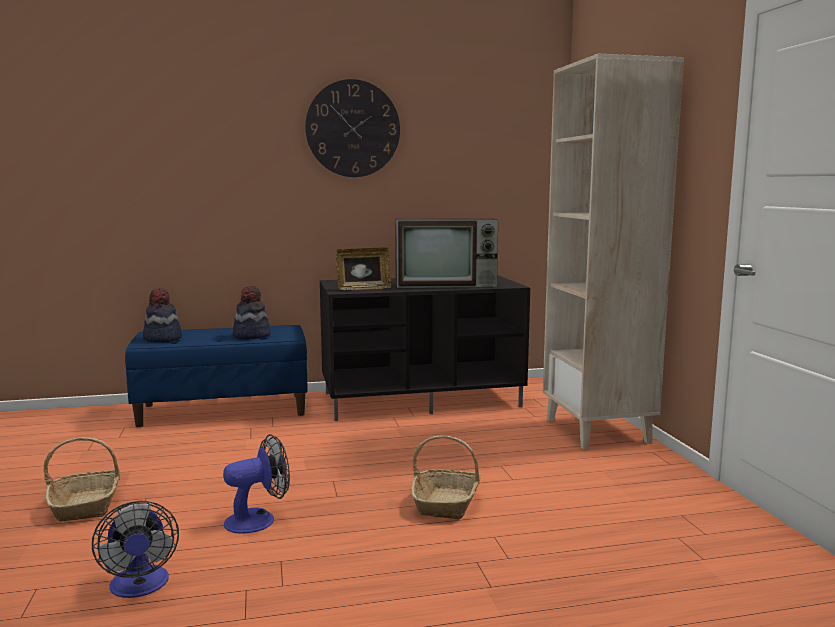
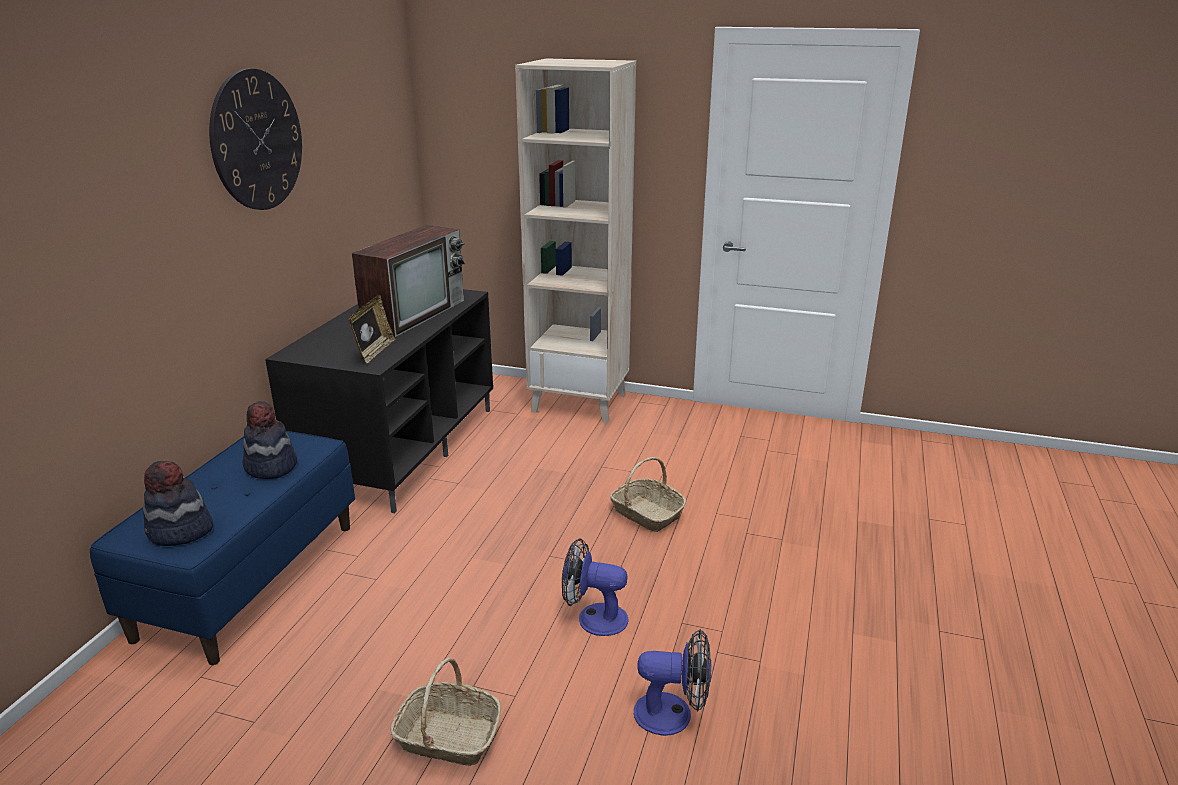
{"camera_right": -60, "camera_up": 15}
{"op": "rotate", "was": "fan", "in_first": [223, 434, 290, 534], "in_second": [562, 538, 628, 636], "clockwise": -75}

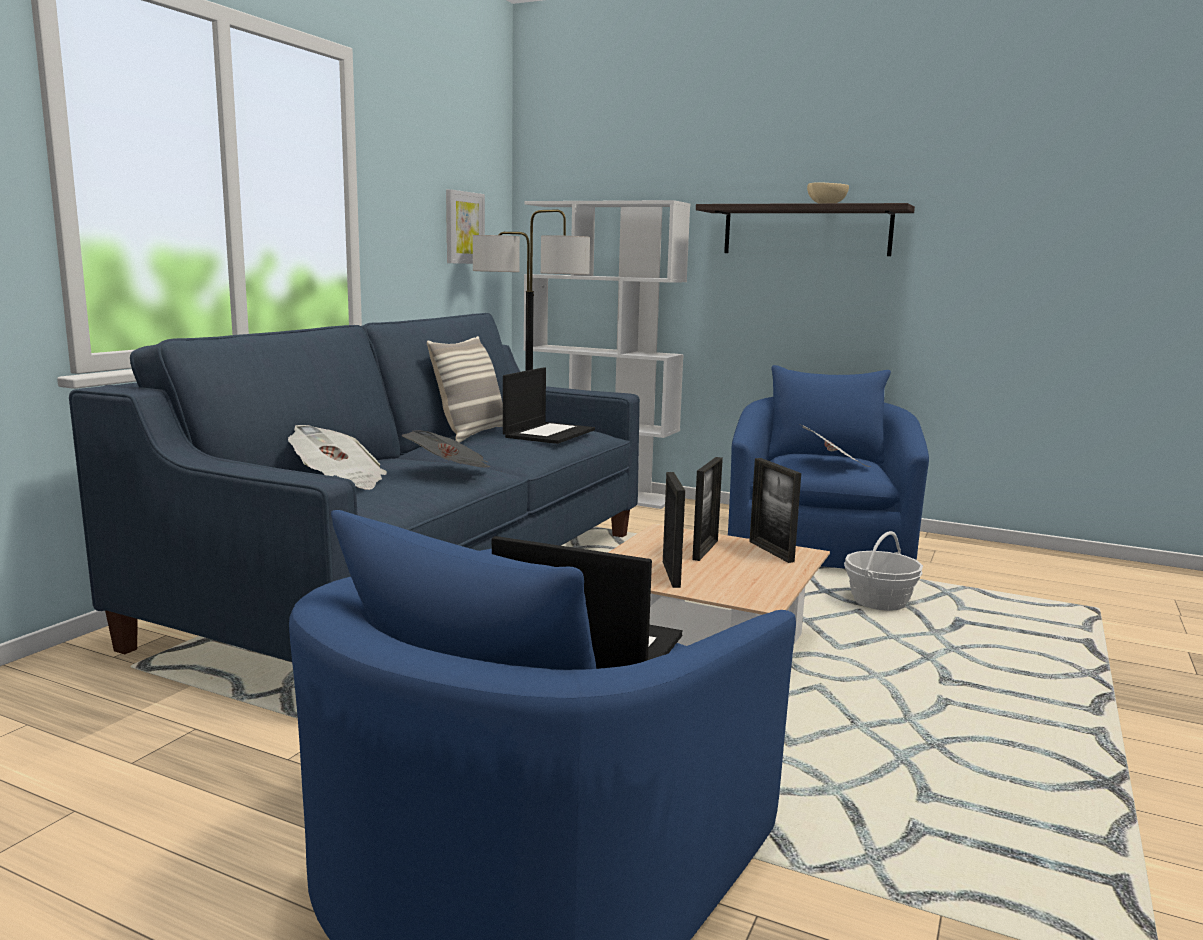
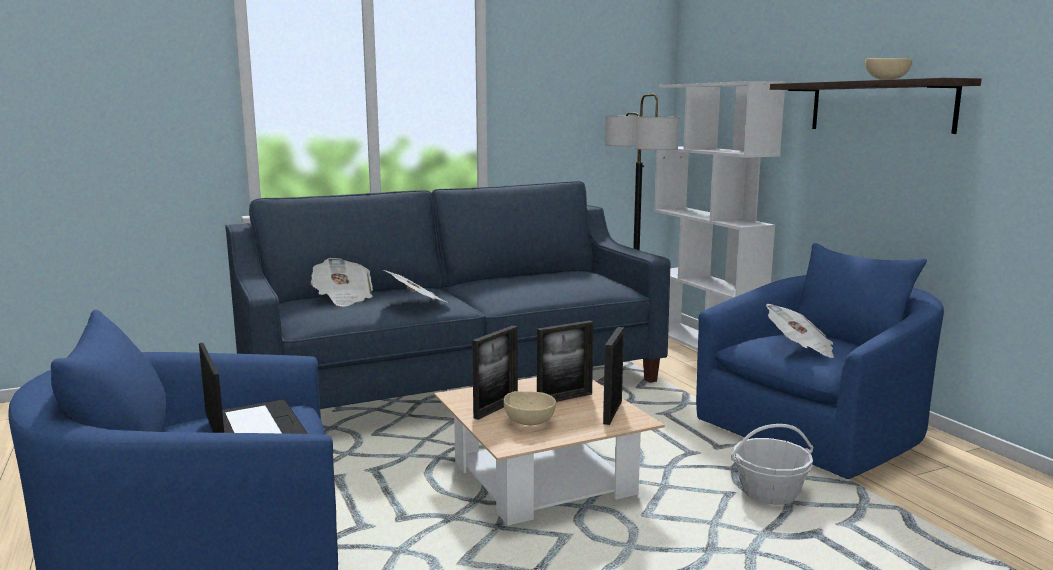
{"camera_right": 40, "camera_up": 0}
{"op": "delete", "was": "picture", "in_first": [446, 189, 485, 264]}
{"op": "delete", "was": "pillow", "in_first": [427, 336, 503, 443]}
{"op": "delete", "was": "laptop", "in_first": [503, 367, 595, 444]}
{"op": "insert", "now": "beige_bowl", "in_second": [504, 391, 556, 425]}

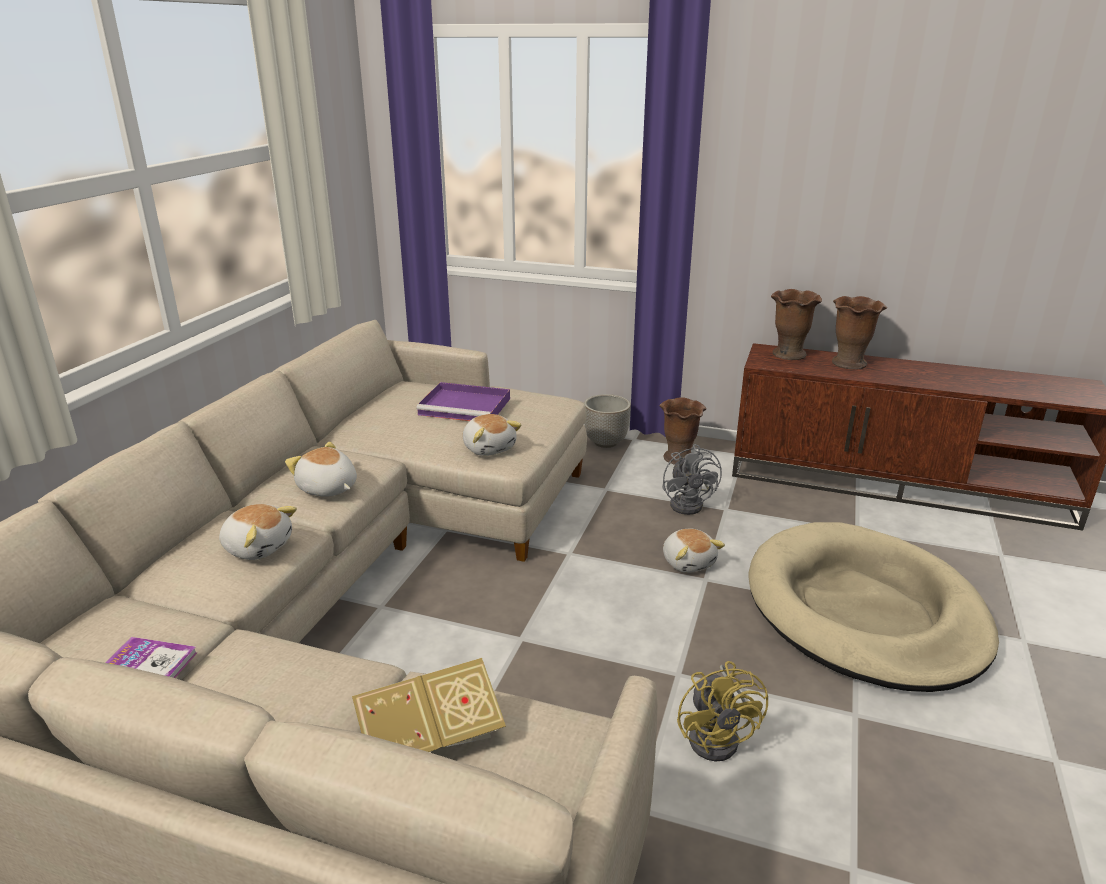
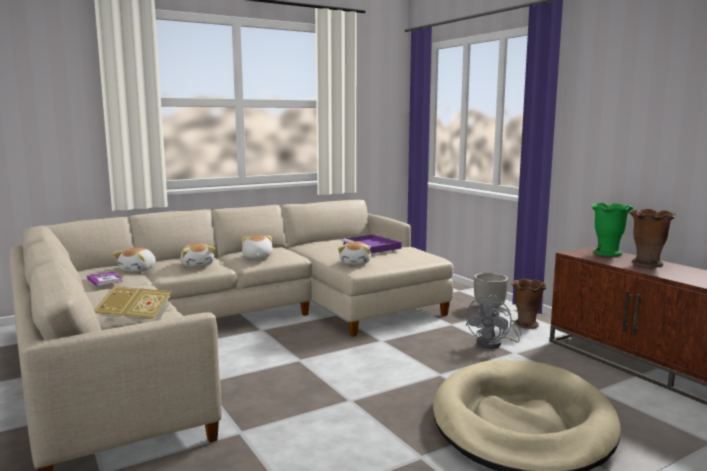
{"camera_right": 40, "camera_up": -15}
{"op": "recolor", "was": "brown_vase", "now": "green_vase", "in_first": [771, 289, 822, 360], "in_second": [591, 202, 633, 256]}
{"op": "move", "was": "plush_toy", "in_first": [663, 528, 725, 573], "in_second": [113, 247, 156, 272]}
{"op": "delete", "was": "yellow_fan", "in_first": [677, 661, 768, 761]}

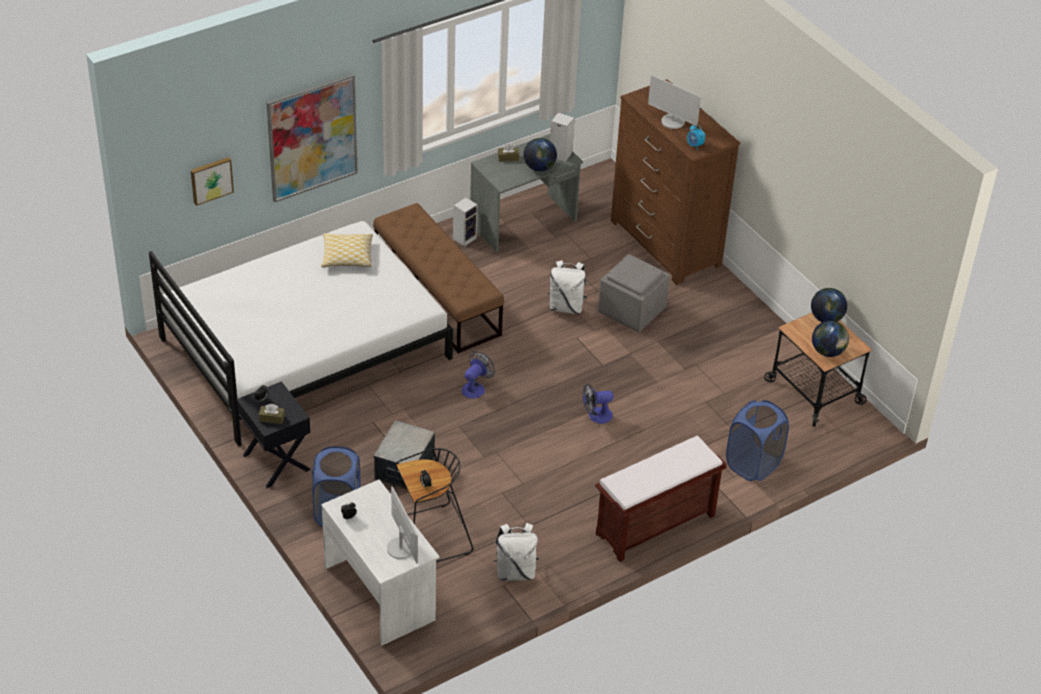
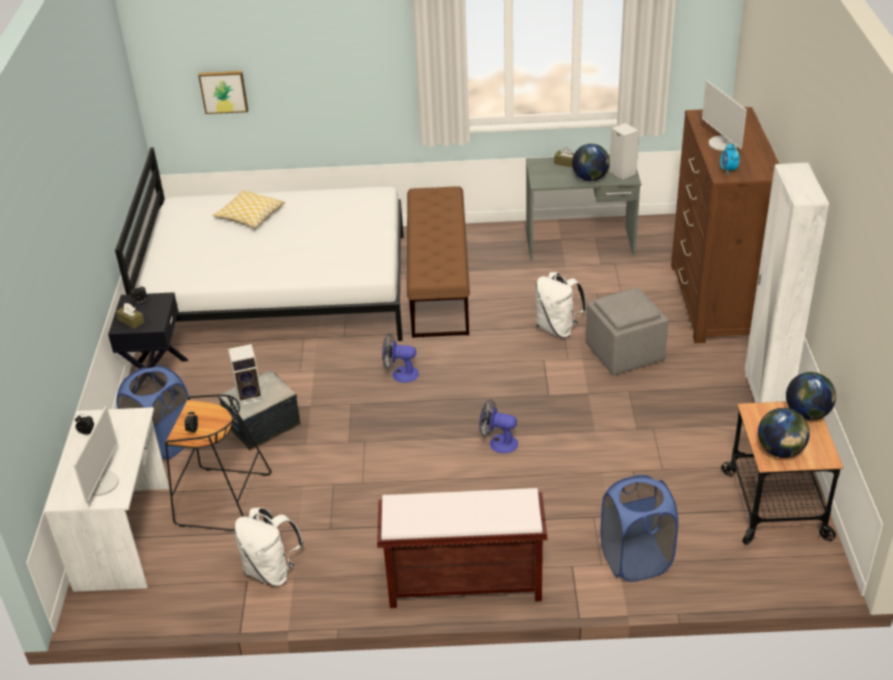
{"camera_right": 35, "camera_up": -5}
{"op": "delete", "was": "picture", "in_first": [266, 74, 358, 203]}
{"op": "move", "was": "speaker", "in_first": [453, 197, 478, 246], "in_second": [228, 344, 263, 406]}
{"op": "move", "was": "pillow", "in_first": [321, 234, 373, 267], "in_second": [213, 190, 285, 229]}
{"op": "rotate", "was": "fan", "in_first": [462, 351, 495, 399], "in_second": [382, 333, 419, 383], "clockwise": -150}
{"op": "insert", "now": "white_wardrobe", "in_second": [745, 163, 829, 403]}

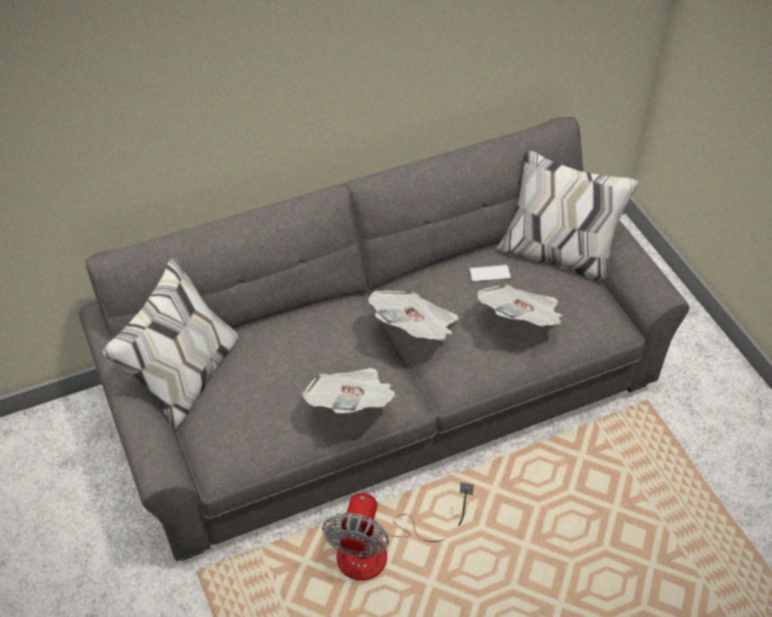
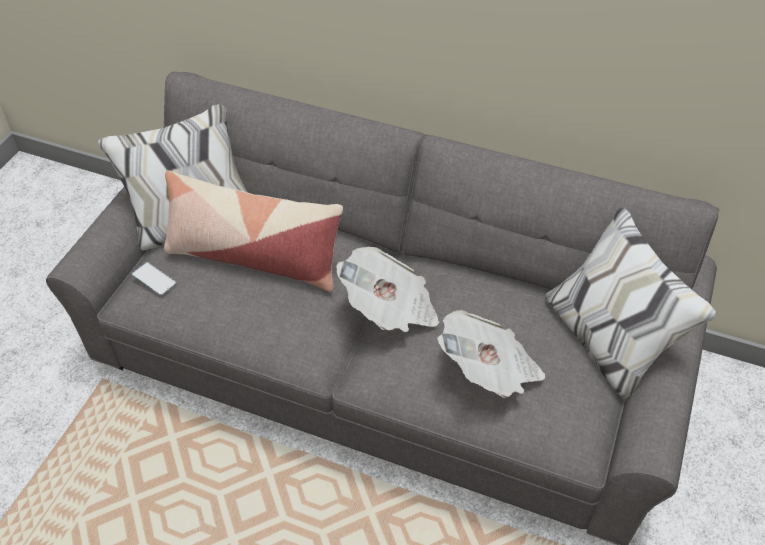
{"camera_right": 45, "camera_up": 0}
{"op": "move", "was": "phone", "in_first": [469, 265, 511, 282], "in_second": [131, 262, 176, 295]}
{"op": "delete", "was": "newspaper", "in_first": [302, 368, 397, 413]}
{"op": "delete", "was": "fan", "in_first": [322, 482, 474, 581]}
{"op": "insert", "now": "pillow", "in_second": [164, 170, 343, 292]}

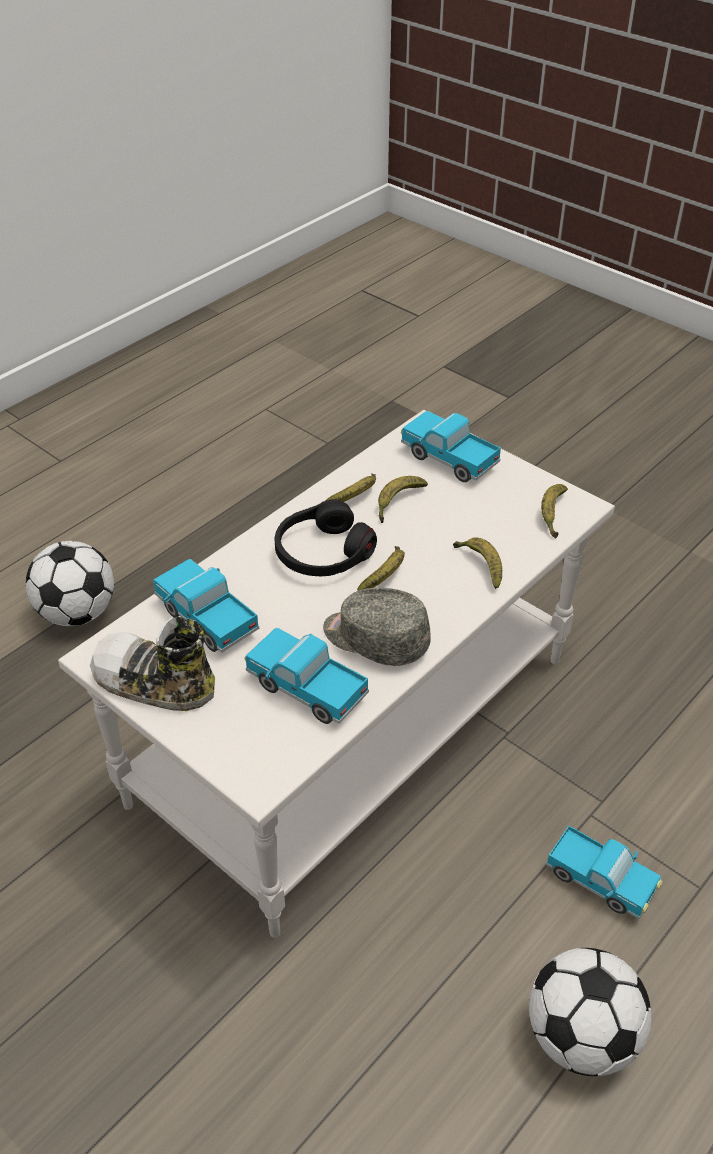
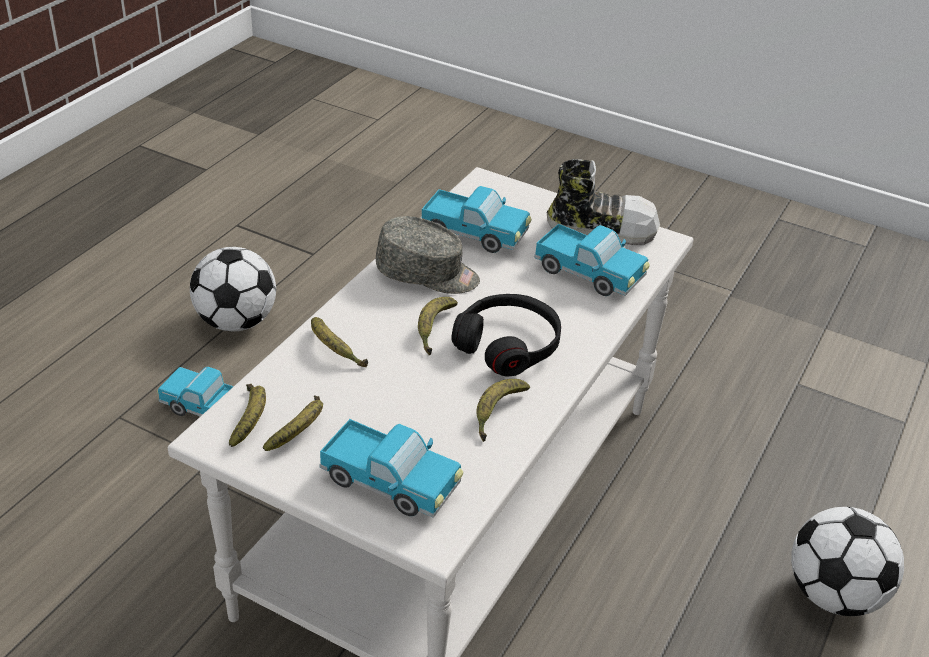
{"camera_right": 165, "camera_up": -5}
{"op": "move", "was": "banana", "in_first": [378, 476, 428, 523], "in_second": [263, 395, 323, 451]}

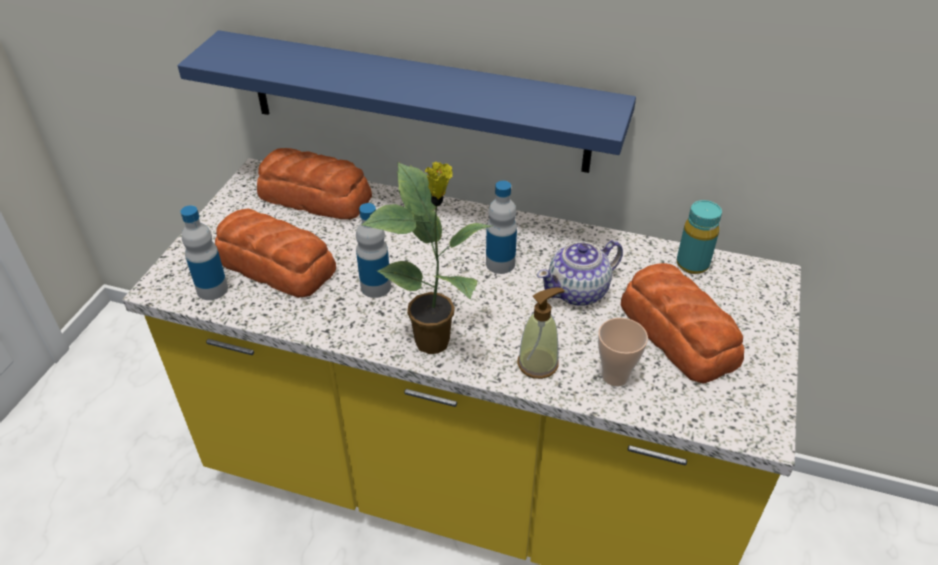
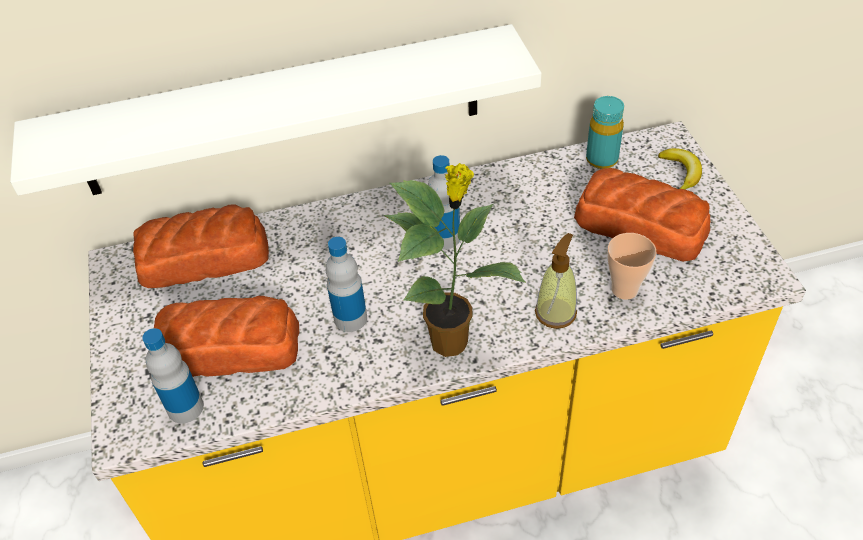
{"camera_right": -30, "camera_up": 5}
{"op": "recolor", "was": "blue_shelf", "now": "white_shelf", "in_first": [178, 30, 636, 173], "in_second": [10, 24, 541, 196]}
{"op": "delete", "was": "teapot", "in_first": [537, 240, 623, 306]}
{"op": "insert", "now": "banana", "in_second": [658, 148, 702, 189]}

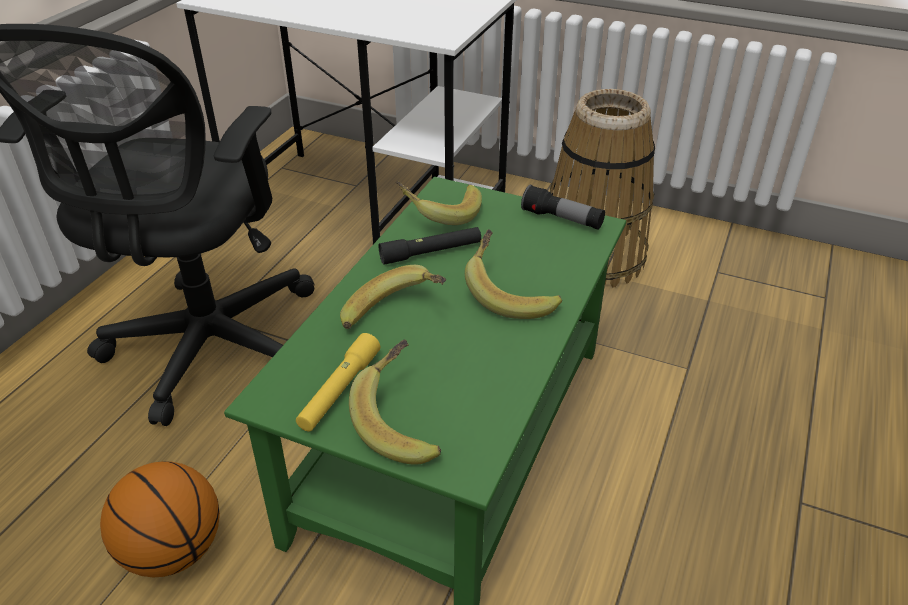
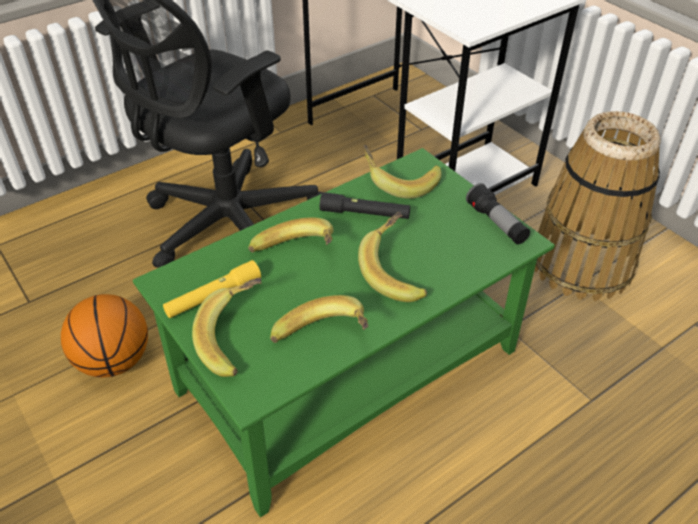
{"camera_right": 30, "camera_up": 5}
{"op": "insert", "now": "banana", "in_second": [270, 295, 368, 343]}

